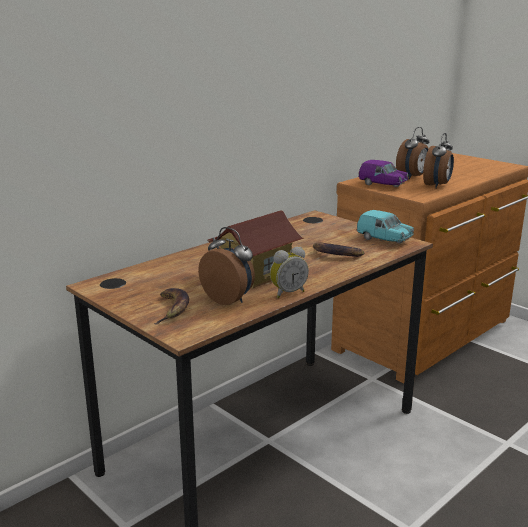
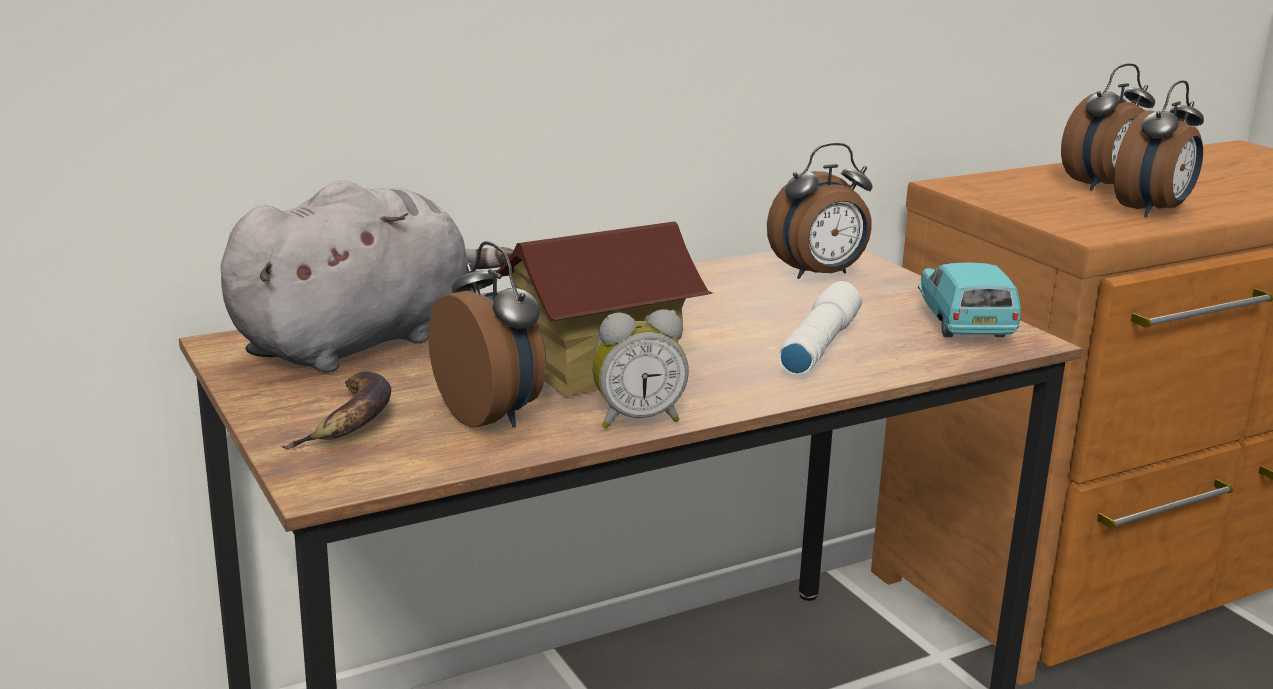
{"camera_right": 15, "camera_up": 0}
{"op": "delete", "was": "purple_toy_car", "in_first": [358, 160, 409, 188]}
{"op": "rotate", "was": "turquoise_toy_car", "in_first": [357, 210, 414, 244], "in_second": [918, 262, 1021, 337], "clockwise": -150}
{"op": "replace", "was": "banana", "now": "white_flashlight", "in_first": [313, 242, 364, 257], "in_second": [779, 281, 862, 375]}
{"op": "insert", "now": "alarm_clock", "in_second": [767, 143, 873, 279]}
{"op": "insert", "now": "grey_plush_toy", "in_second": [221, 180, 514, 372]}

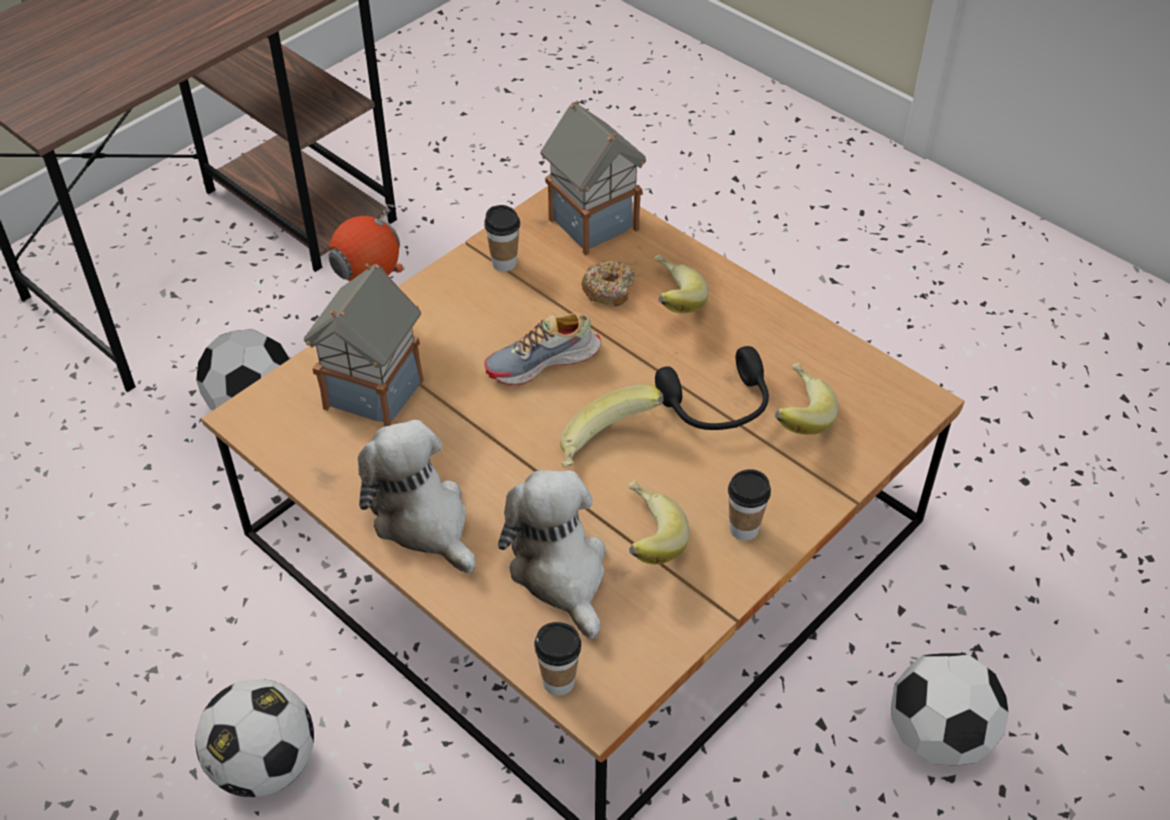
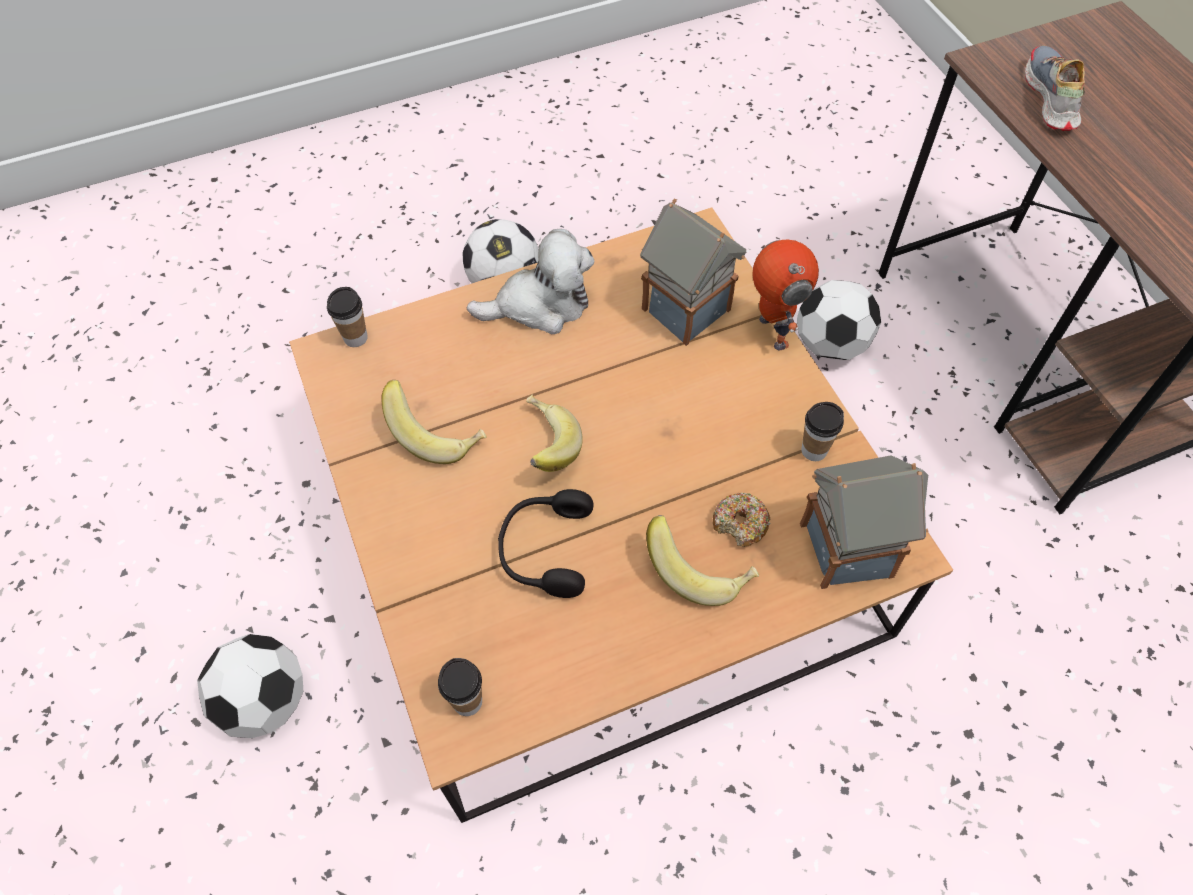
{"camera_right": 115, "camera_up": 10}
{"op": "move", "was": "shoe", "in_first": [484, 313, 601, 386], "in_second": [1025, 46, 1085, 131]}
{"op": "delete", "was": "banana", "in_first": [775, 363, 839, 435]}
{"op": "move", "was": "cup", "in_first": [728, 469, 771, 541], "in_second": [438, 658, 482, 716]}
{"op": "delete", "was": "plush_toy", "in_first": [498, 470, 606, 639]}

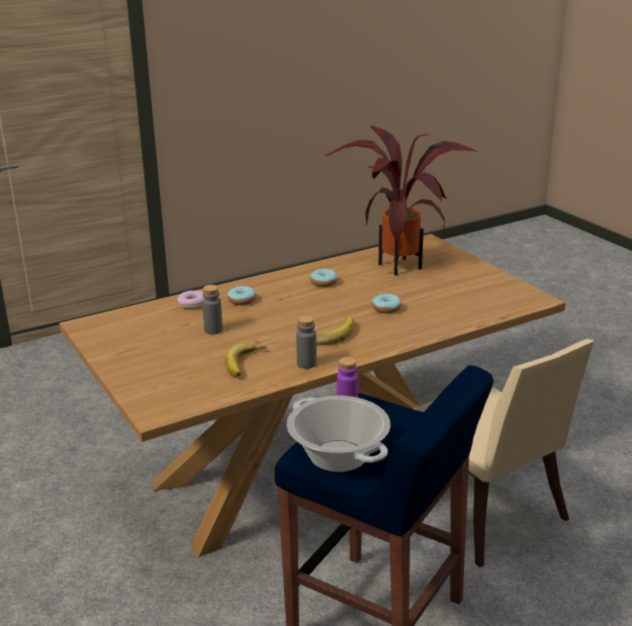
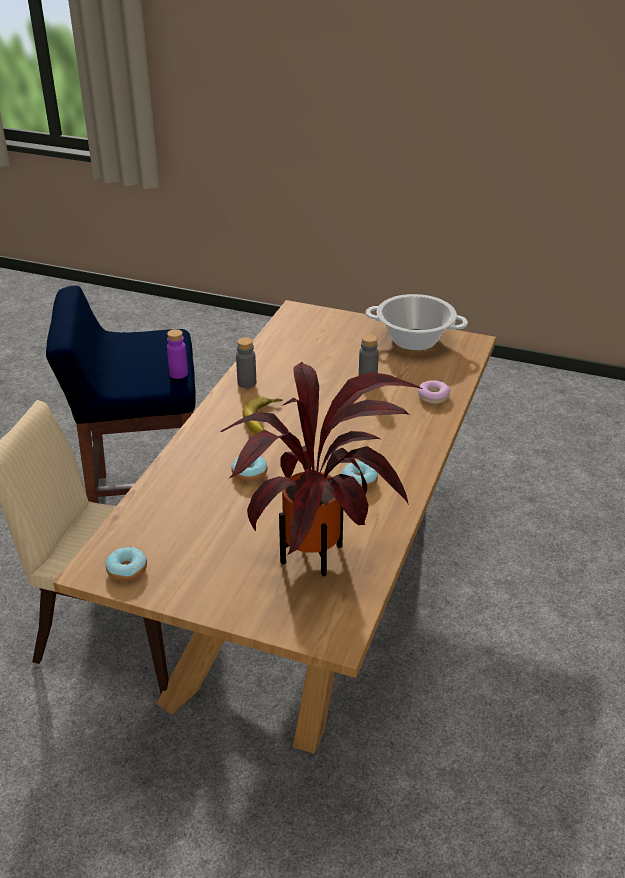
{"camera_right": 140, "camera_up": 10}
{"op": "move", "was": "donut", "in_first": [227, 286, 256, 305], "in_second": [106, 547, 147, 581]}
{"op": "delete", "was": "banana", "in_first": [225, 343, 267, 377]}
{"op": "move", "was": "cooking_pot", "in_first": [287, 396, 390, 472], "in_second": [366, 294, 468, 350]}

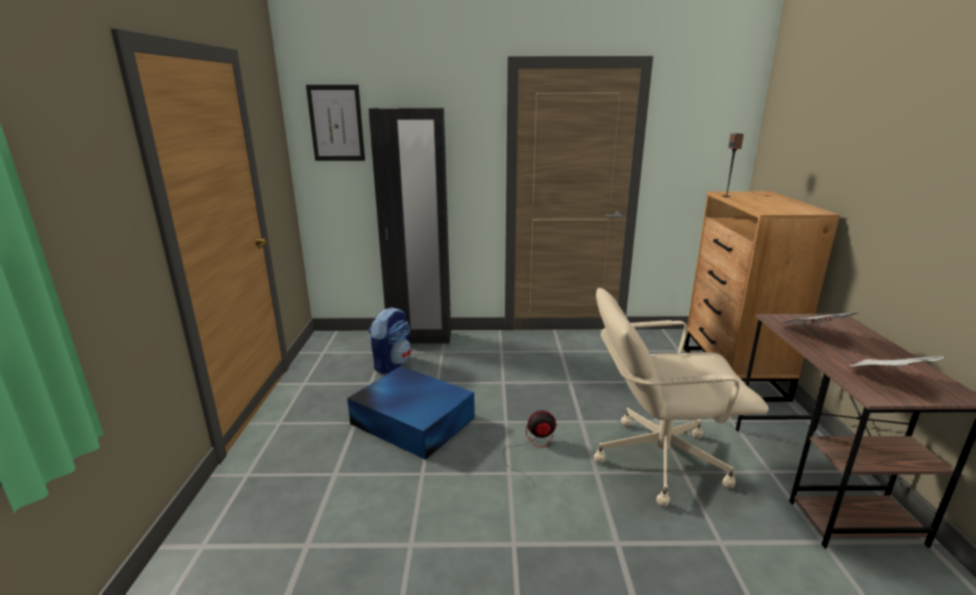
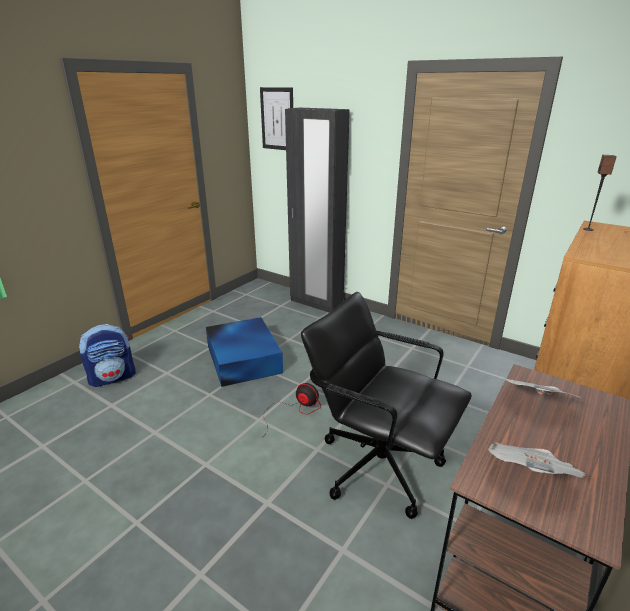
{"camera_right": 35, "camera_up": 5}
{"op": "recolor", "was": "beige_office_chair", "now": "black_office_chair", "in_first": [594, 288, 769, 507], "in_second": [301, 292, 472, 519]}
{"op": "move", "was": "backpack", "in_first": [369, 307, 412, 374], "in_second": [79, 324, 136, 387]}

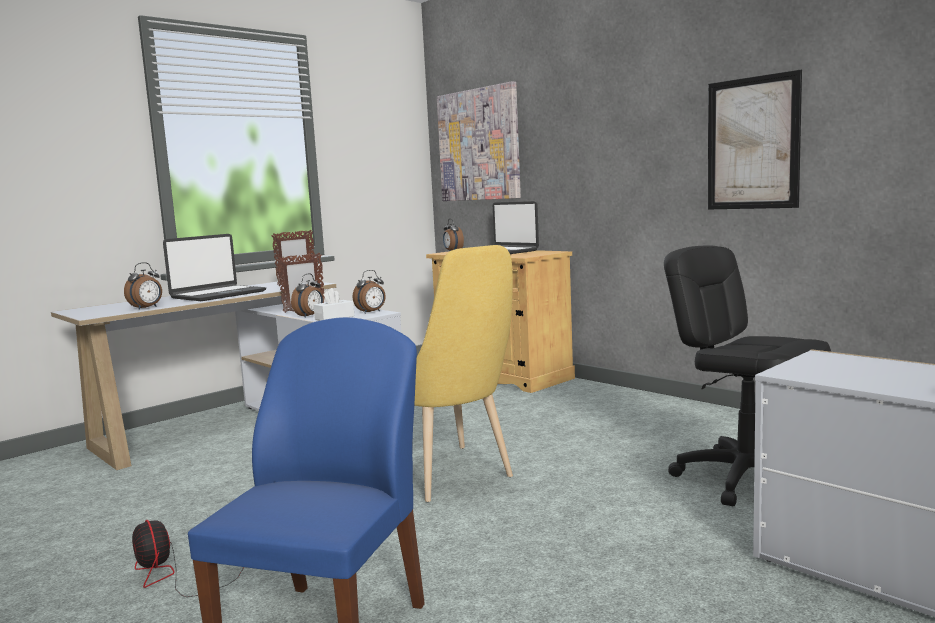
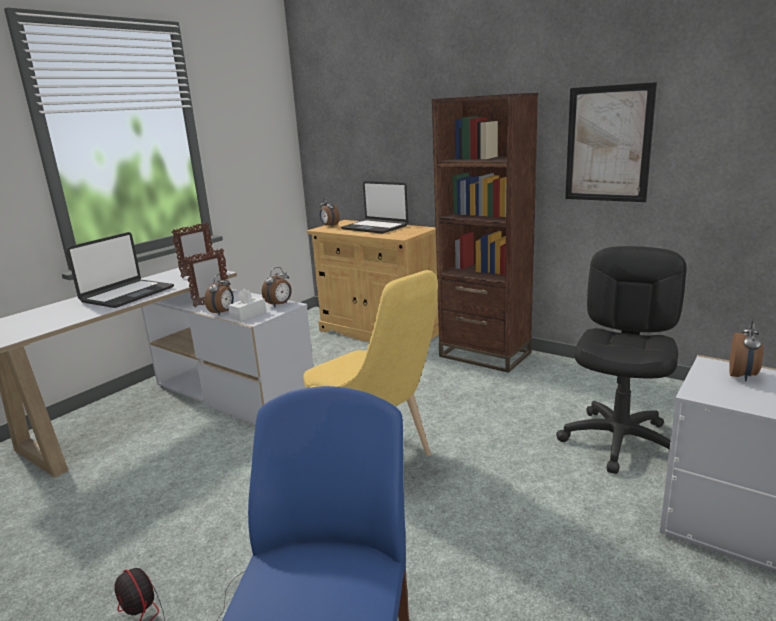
{"camera_right": -10, "camera_up": 10}
{"op": "delete", "was": "picture", "in_first": [437, 81, 521, 201]}
{"op": "rotate", "was": "black_office_chair", "in_first": [664, 246, 831, 506], "in_second": [556, 246, 687, 474], "clockwise": 75}
{"op": "move", "was": "alarm_clock", "in_first": [124, 262, 162, 310], "in_second": [729, 320, 763, 381]}
{"op": "insert", "now": "brown_bookcase", "in_second": [432, 93, 538, 373]}

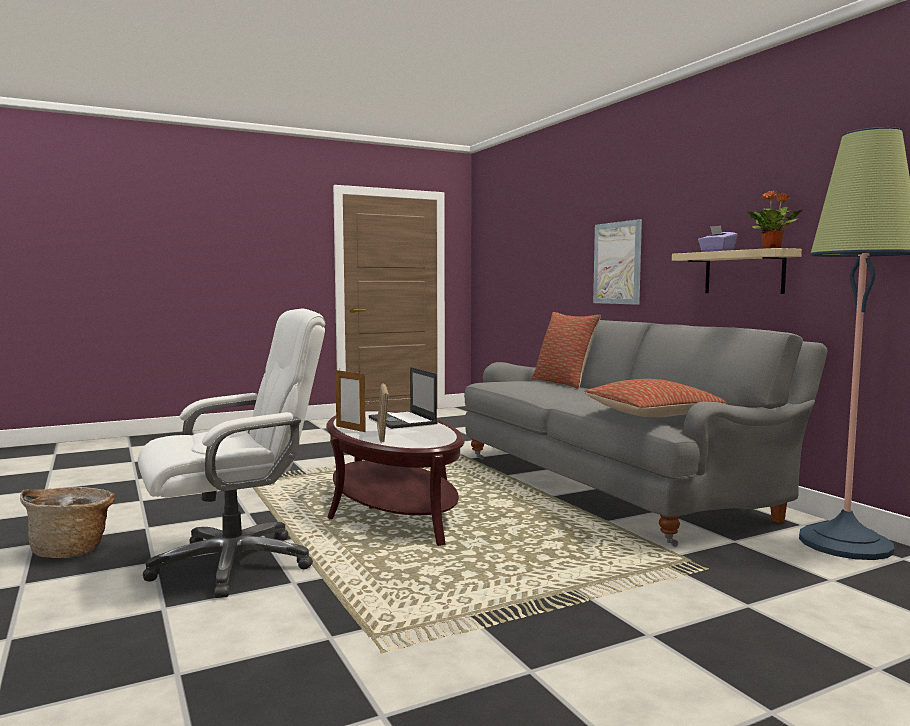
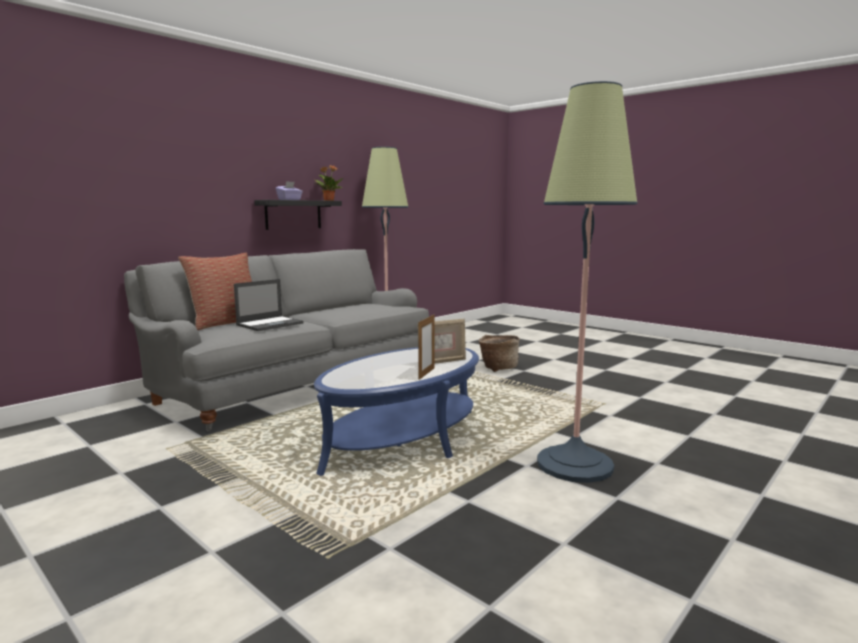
{"camera_right": -110, "camera_up": 5}
{"op": "delete", "was": "picture", "in_first": [593, 219, 642, 305]}
{"op": "recolor", "was": "beige_shelf", "now": "black_shelf", "in_first": [672, 248, 802, 294], "in_second": [254, 200, 342, 230]}
{"op": "replace", "was": "white_office_chair", "now": "floor_lamp", "in_first": [138, 309, 326, 598], "in_second": [537, 81, 638, 483]}
{"op": "move", "was": "laptop", "in_first": [369, 367, 437, 429], "in_second": [234, 279, 304, 331]}
{"op": "delete", "was": "pillow", "in_first": [584, 379, 727, 417]}
{"op": "recolor", "was": "brown_coffee_table", "now": "blue_coffee_table", "in_first": [326, 410, 464, 546], "in_second": [314, 347, 479, 476]}
{"op": "move", "was": "basket", "in_first": [20, 487, 115, 558], "in_second": [478, 335, 520, 372]}

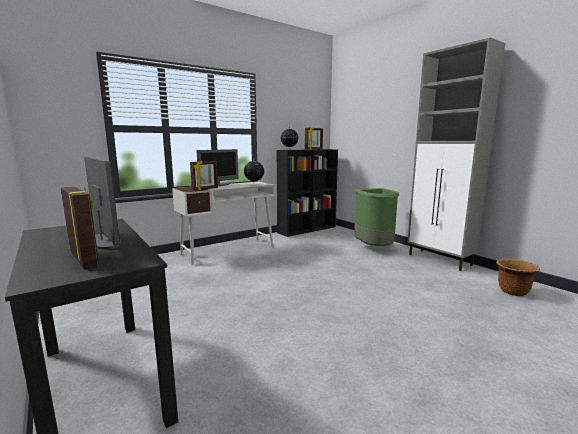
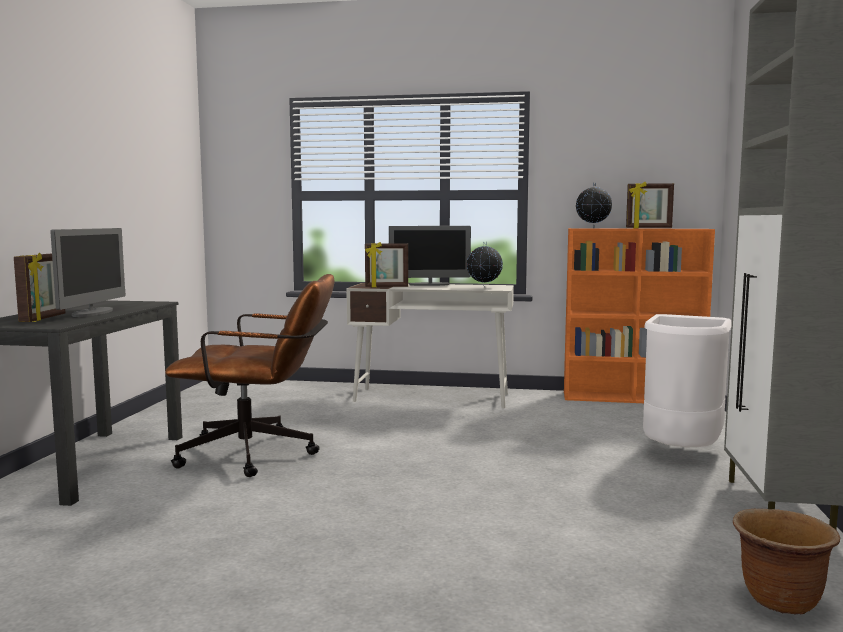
{"camera_right": 45, "camera_up": -5}
{"op": "recolor", "was": "black_bookcase", "now": "orange_bookcase", "in_first": [277, 149, 338, 237], "in_second": [564, 228, 715, 403]}
{"op": "recolor", "was": "green_trash_can", "now": "white_trash_can", "in_first": [354, 188, 399, 246], "in_second": [643, 314, 732, 447]}
{"op": "insert", "now": "brown_office_chair", "in_second": [165, 274, 335, 477]}

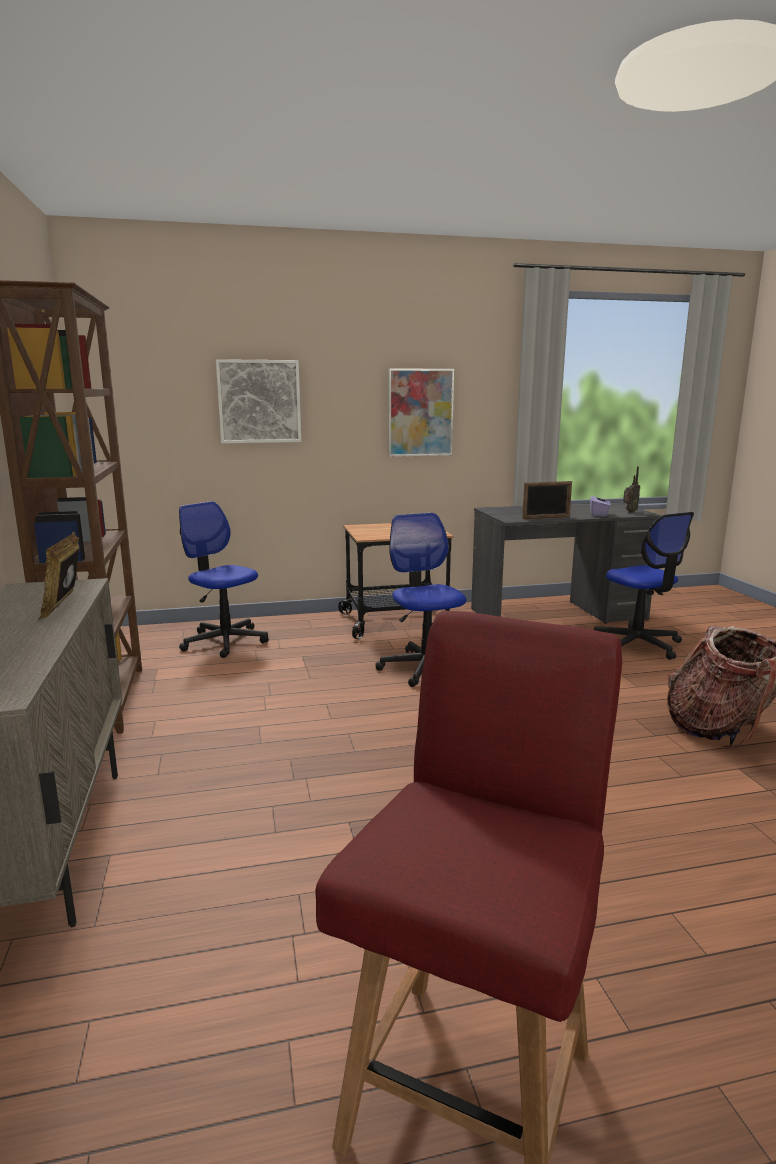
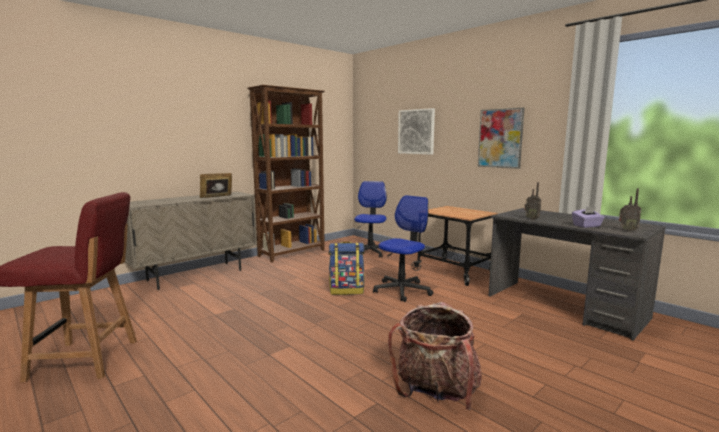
{"camera_right": 60, "camera_up": -5}
{"op": "replace", "was": "picture_frame", "now": "radio", "in_first": [522, 481, 572, 519], "in_second": [524, 182, 541, 220]}
{"op": "delete", "was": "office_chair", "in_first": [594, 512, 694, 660]}
{"op": "insert", "now": "backpack", "in_second": [328, 242, 365, 295]}

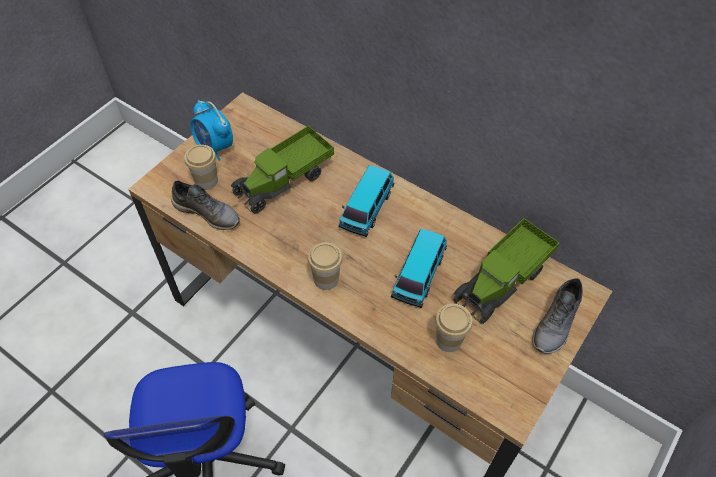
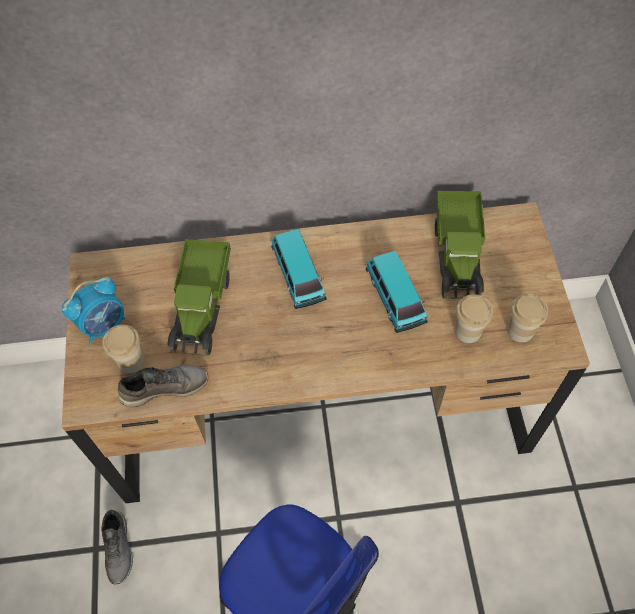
{"camera_right": -40, "camera_up": 5}
{"op": "rotate", "was": "alarm_clock", "in_first": [191, 100, 233, 161], "in_second": [62, 276, 126, 343], "clockwise": -45}
{"op": "move", "was": "cup", "in_first": [308, 242, 343, 290], "in_second": [507, 294, 548, 342]}
{"op": "move", "was": "grey_shoe", "in_first": [532, 278, 583, 354], "in_second": [101, 510, 133, 584]}

